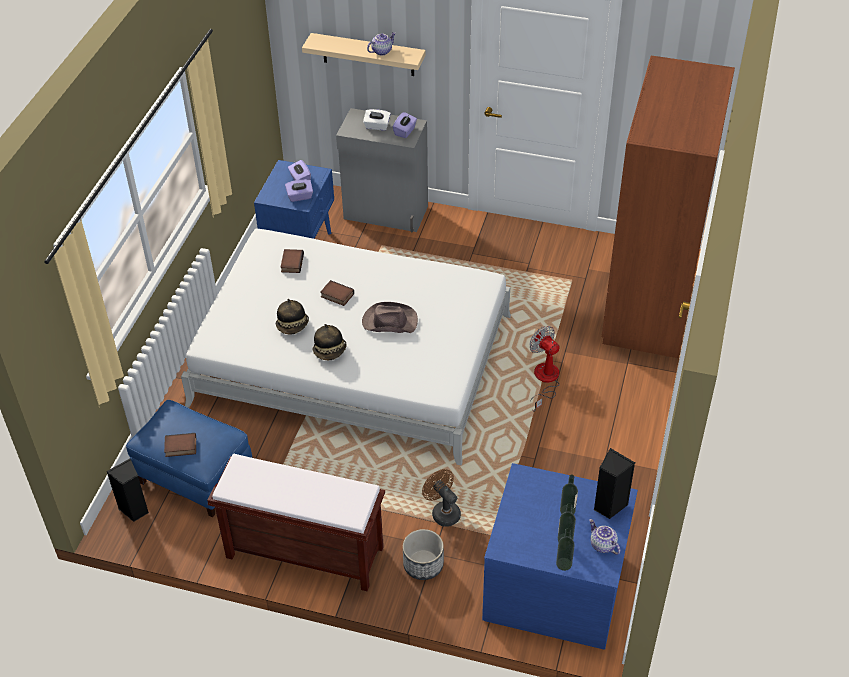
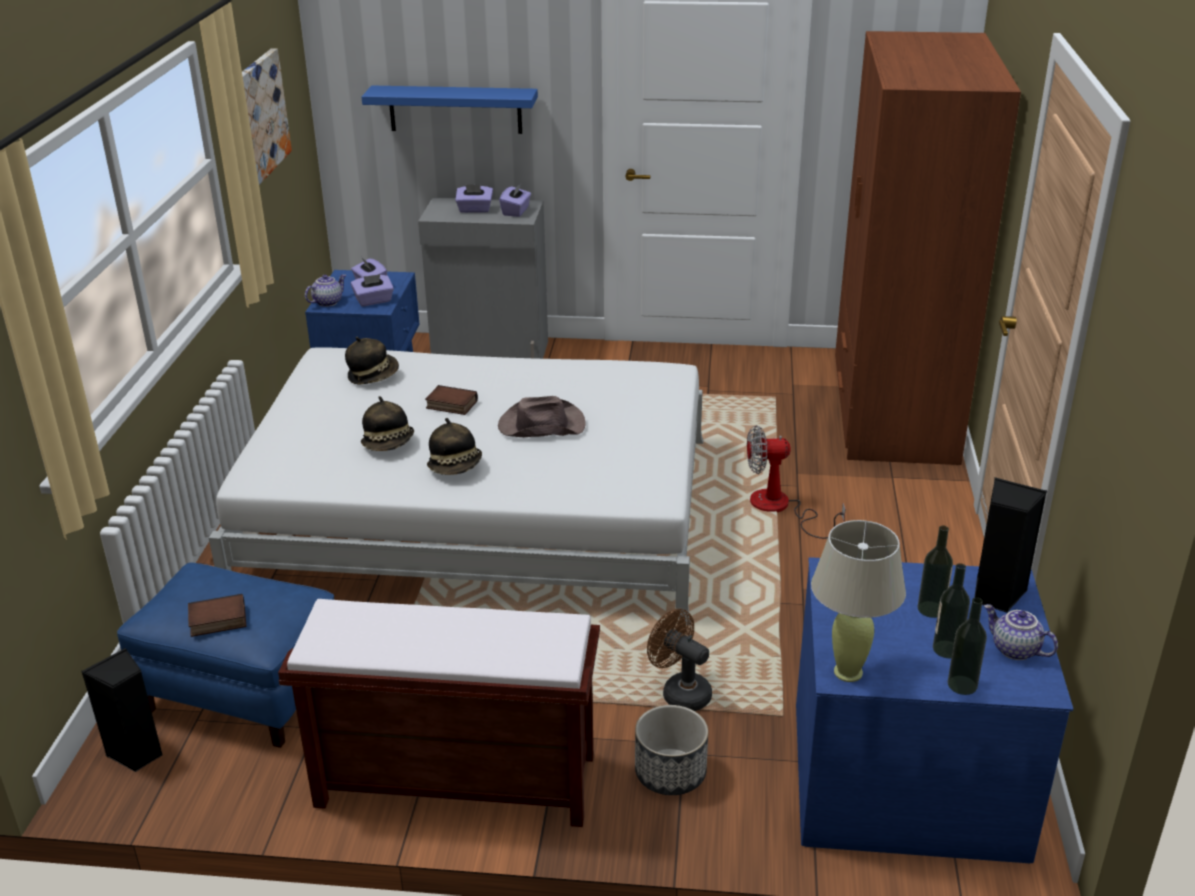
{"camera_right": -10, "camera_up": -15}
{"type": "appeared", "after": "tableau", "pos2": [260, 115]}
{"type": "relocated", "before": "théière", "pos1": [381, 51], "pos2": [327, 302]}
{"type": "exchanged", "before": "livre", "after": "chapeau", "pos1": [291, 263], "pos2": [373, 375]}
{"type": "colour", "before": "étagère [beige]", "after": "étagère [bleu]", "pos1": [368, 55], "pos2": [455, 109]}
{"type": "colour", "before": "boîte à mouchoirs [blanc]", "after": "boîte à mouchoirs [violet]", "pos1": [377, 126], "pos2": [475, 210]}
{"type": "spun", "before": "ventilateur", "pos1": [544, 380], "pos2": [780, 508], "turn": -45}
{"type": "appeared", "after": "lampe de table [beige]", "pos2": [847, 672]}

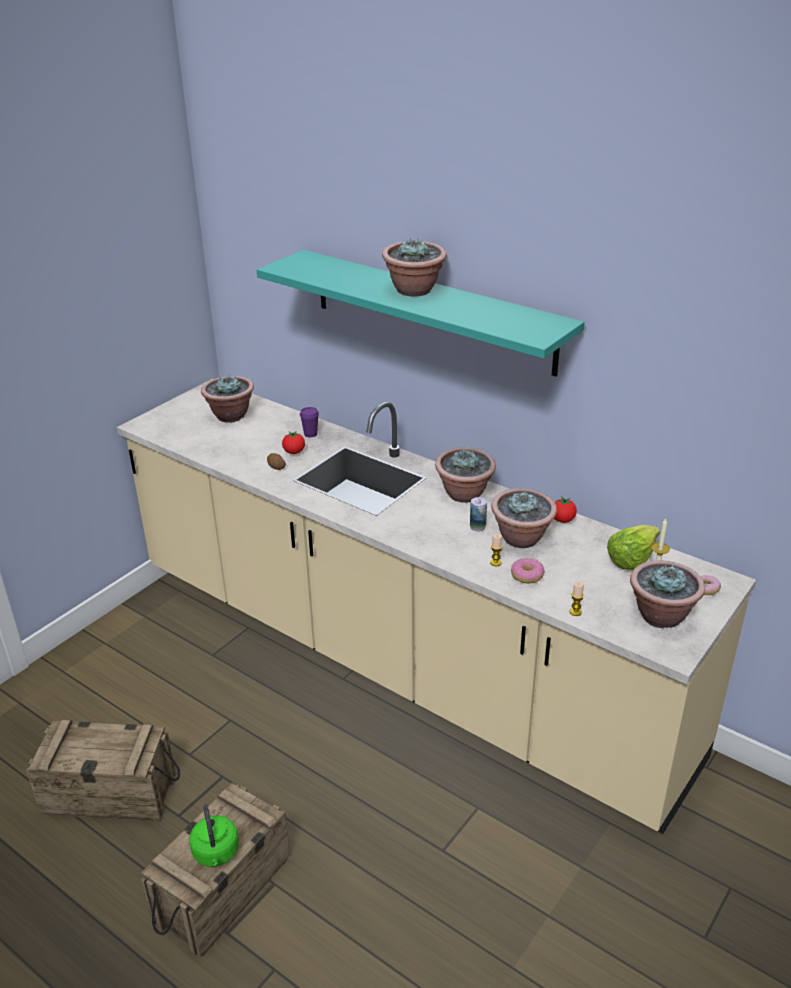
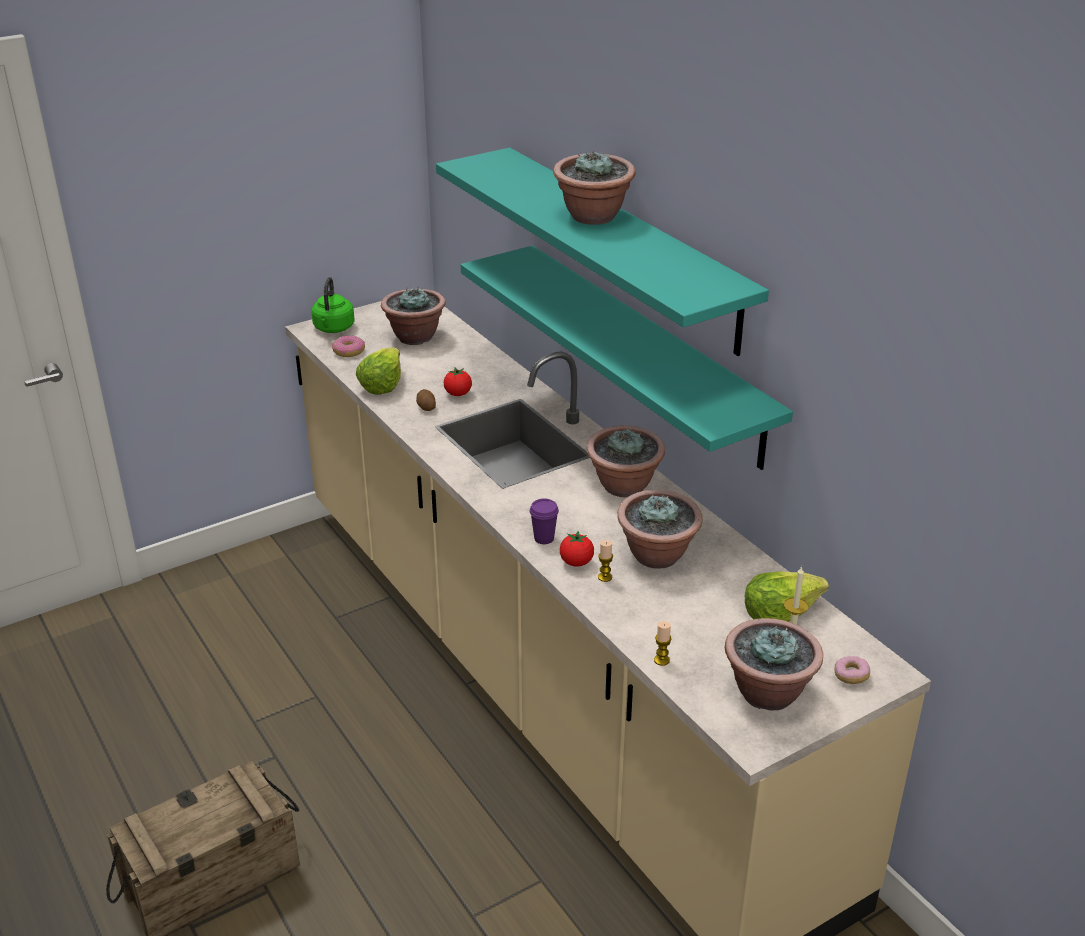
{"camera_right": 20, "camera_up": 0}
{"type": "relocated", "before": "bouilloire [vert]", "pos1": [216, 853], "pos2": [333, 329]}
{"type": "relocated", "before": "beignet", "pos1": [527, 575], "pos2": [348, 351]}
{"type": "appeared", "after": "laitue", "pos2": [382, 385]}
{"type": "appeared", "after": "étagère [turquoise]", "pos2": [646, 352]}
{"type": "relocated", "before": "tasse [violet]", "pos1": [310, 434], "pos2": [544, 538]}
{"type": "relocated", "before": "tomate", "pos1": [562, 520], "pos2": [576, 562]}
{"type": "missing", "before": "caisse", "pos1": [110, 793]}
{"type": "missing", "before": "boîte métallique", "pos1": [477, 527]}

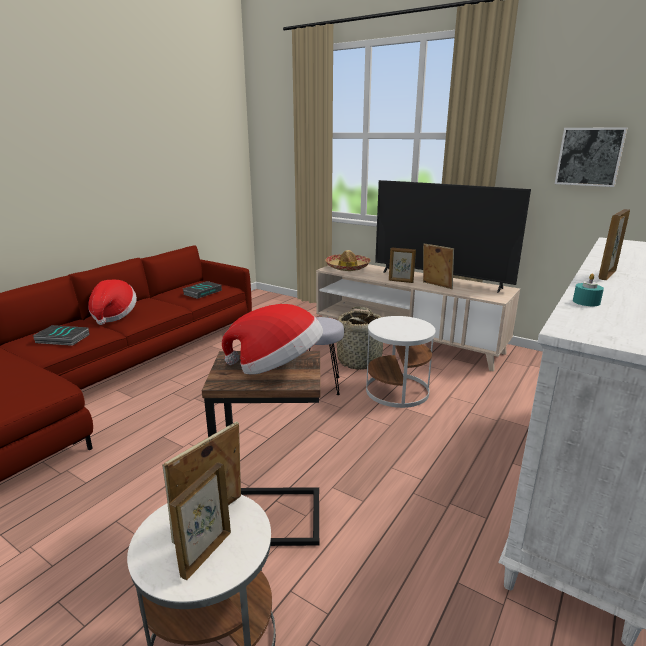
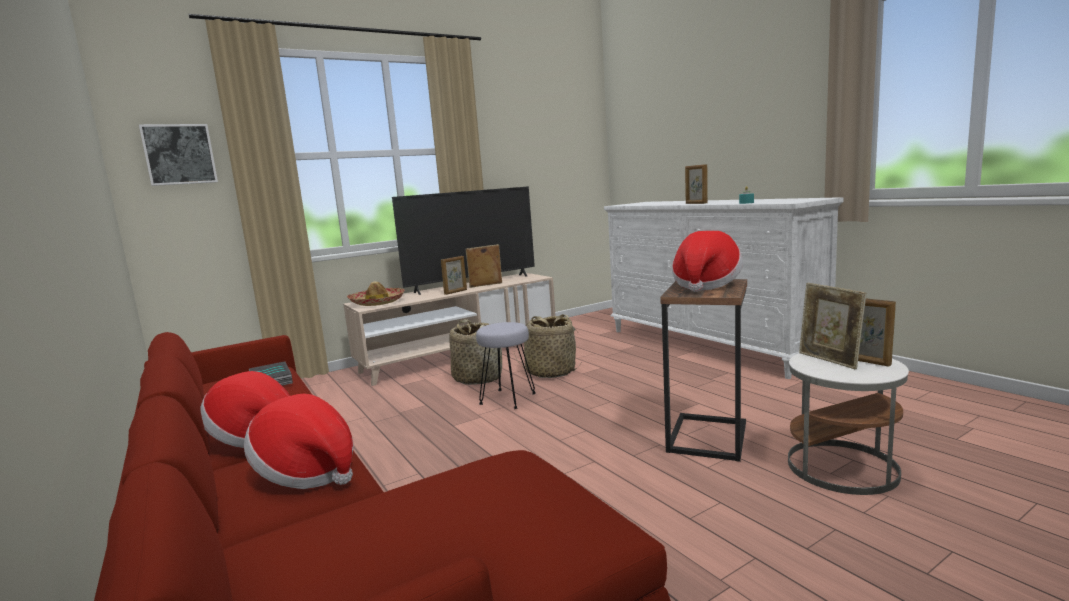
{"camera_right": -65, "camera_up": -10}
{"type": "relocated", "before": "tableau", "pos1": [589, 156], "pos2": [179, 154]}
{"type": "exchanged", "before": "livre", "after": "chapeau", "pos1": [61, 339], "pos2": [307, 472]}
{"type": "exchanged", "before": "table d'appoint [blanc]", "after": "panier", "pos1": [397, 390], "pos2": [550, 372]}

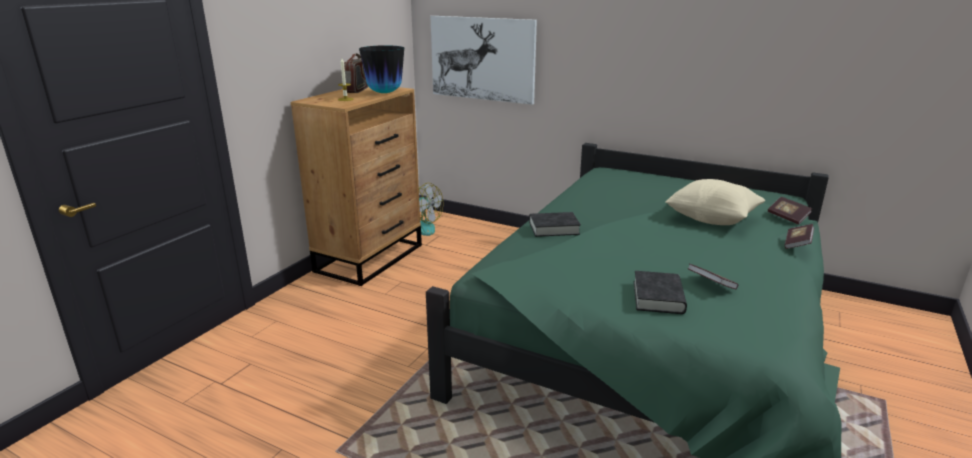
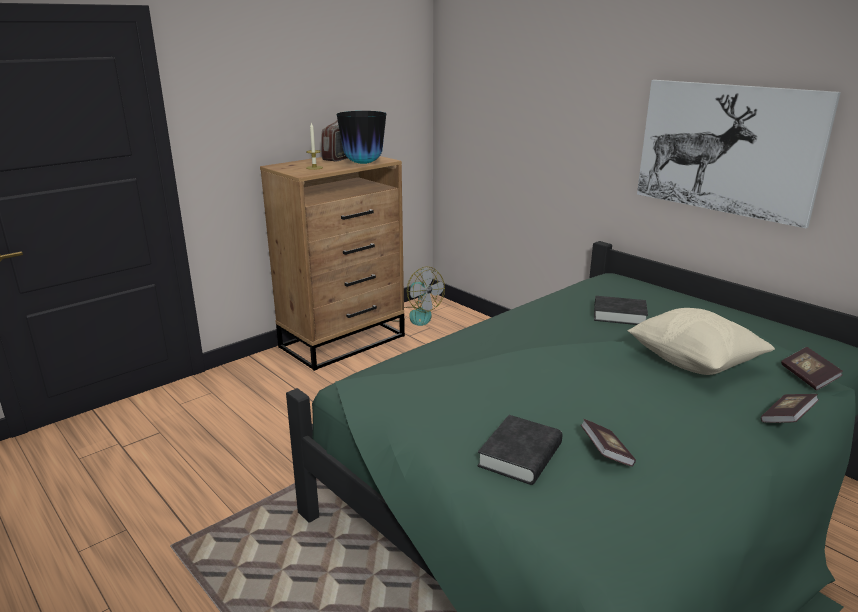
{"camera_right": 20, "camera_up": 0}
{"type": "relocated", "before": "livre [noir]", "pos1": [554, 228], "pos2": [619, 315]}
{"type": "relocated", "before": "tableau", "pos1": [482, 59], "pos2": [727, 149]}

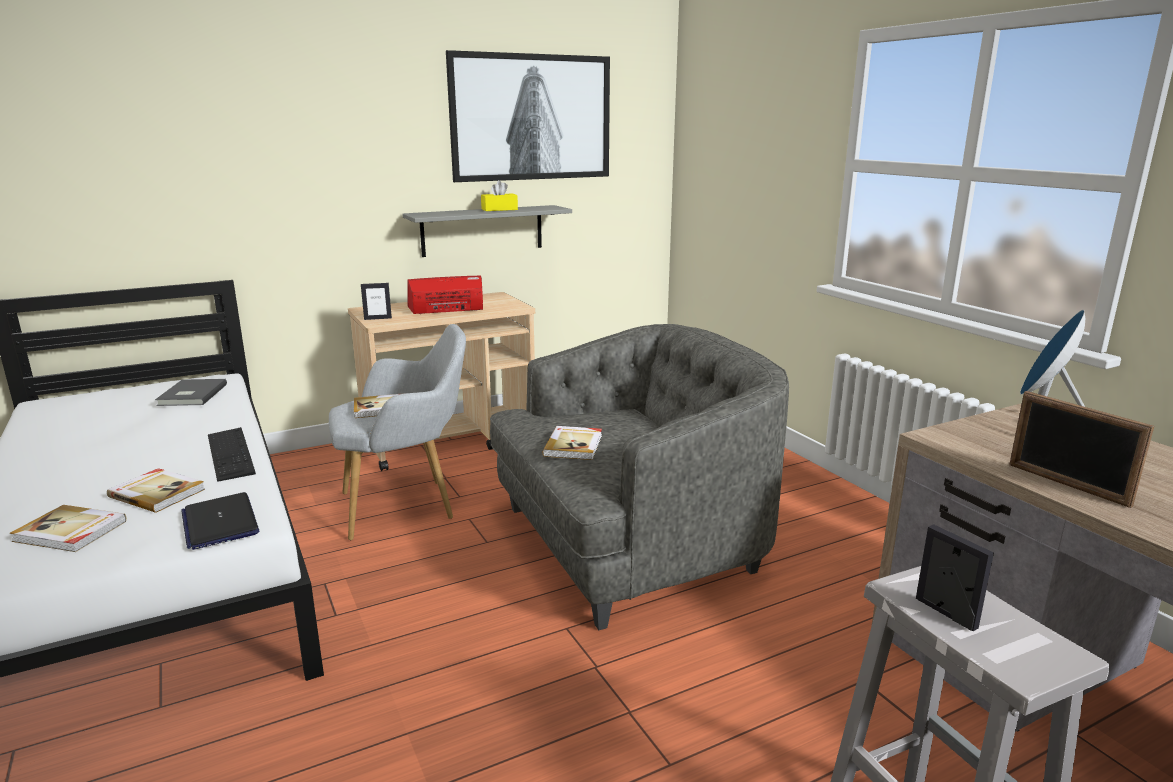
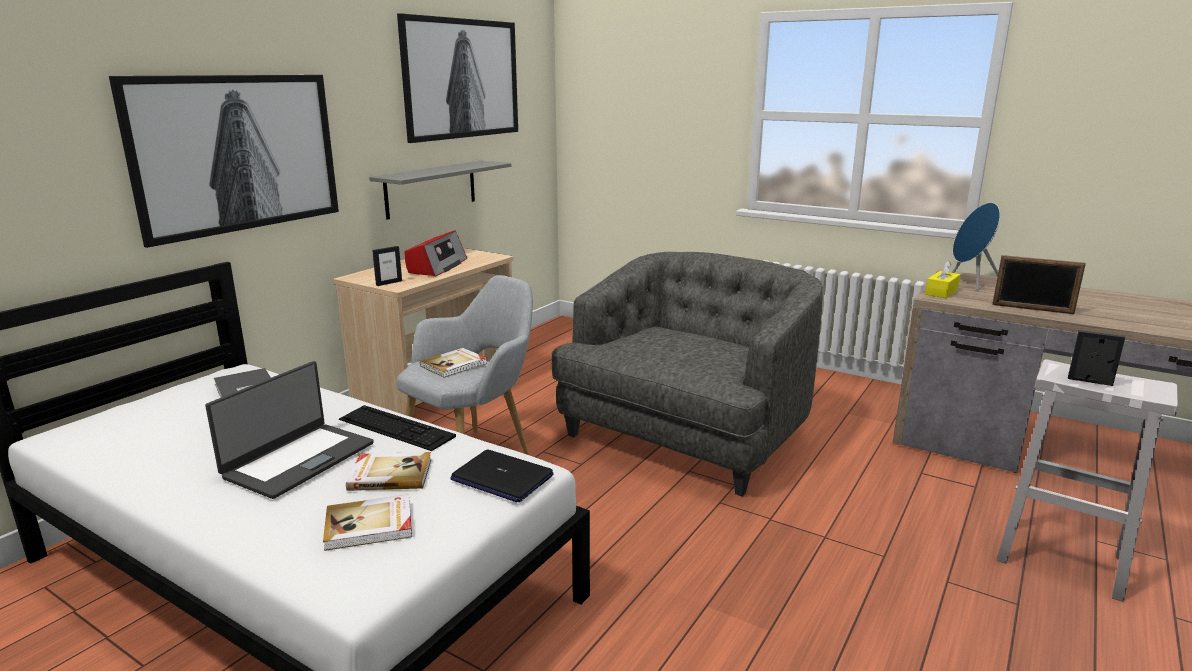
{"camera_right": -30, "camera_up": 0}
{"type": "appeared", "after": "tableau", "pos2": [238, 153]}
{"type": "appeared", "after": "ordinateur portable", "pos2": [298, 459]}
{"type": "spun", "before": "radio", "pos1": [447, 309], "pos2": [436, 266], "turn": 150}
{"type": "relocated", "before": "boîte à mouchoirs [jaune]", "pos1": [499, 209], "pos2": [941, 292]}
{"type": "missing", "before": "livre", "pos1": [574, 445]}

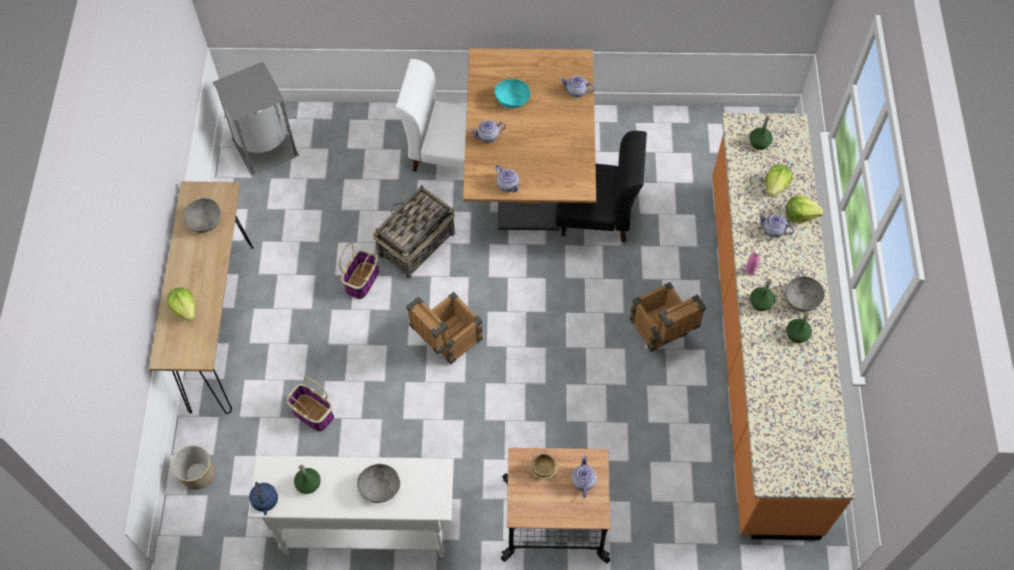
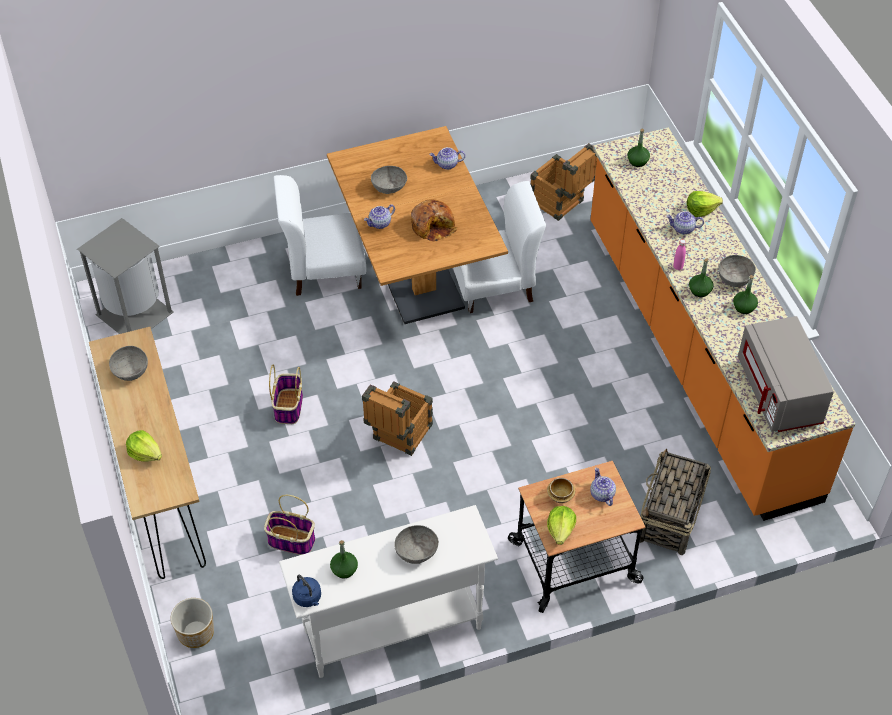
{"camera_right": -20, "camera_up": -10}
{"type": "colour", "before": "bol [turquoise]", "after": "bol [gris]", "pos1": [512, 100], "pos2": [389, 187]}
{"type": "appeared", "after": "pain", "pos2": [433, 225]}
{"type": "colour", "before": "chaise [noir]", "after": "chaise [blanc]", "pos1": [596, 215], "pos2": [494, 286]}
{"type": "relocated", "before": "caisse", "pos1": [661, 332], "pos2": [561, 205]}
{"type": "relocated", "before": "laitue", "pos1": [776, 186], "pos2": [561, 530]}
{"type": "relocated", "before": "panier", "pos1": [416, 245], "pos2": [669, 517]}
{"type": "appeared", "after": "micro-ondes [gris]", "pos2": [780, 393]}
{"type": "missing", "before": "théière", "pos1": [508, 185]}

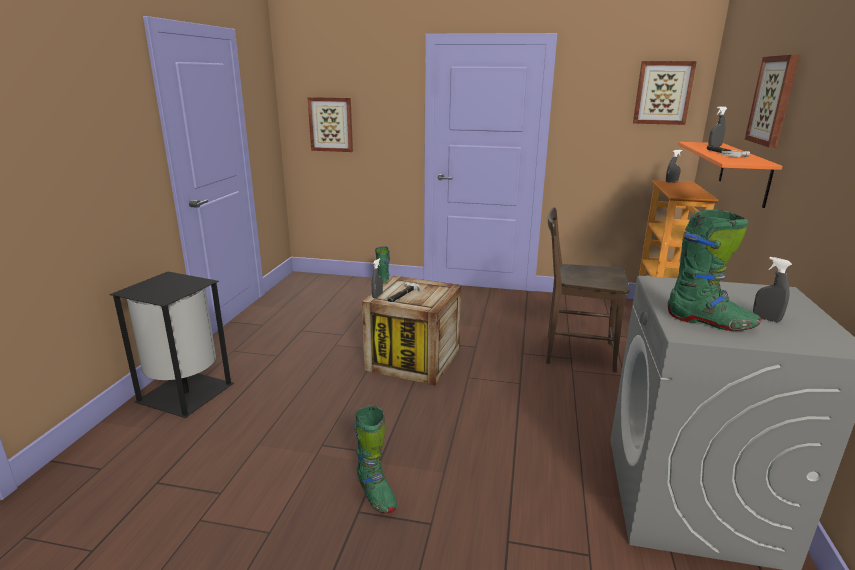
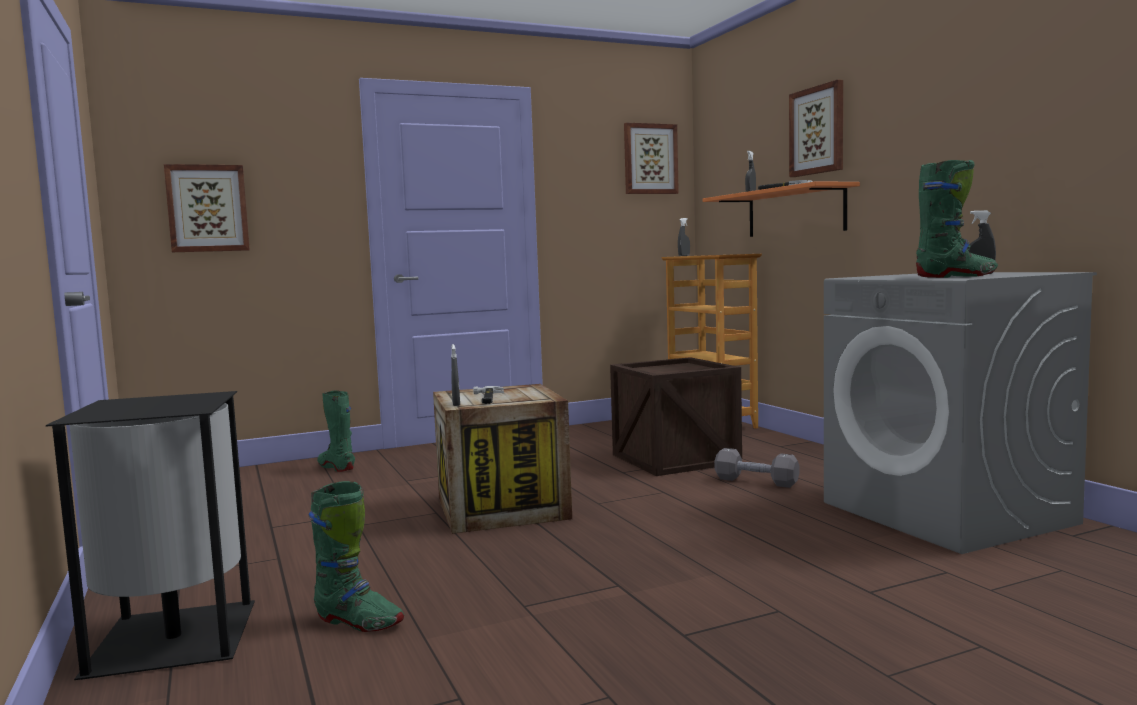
{"camera_right": -35, "camera_up": -15}
{"type": "relocated", "before": "botte [vert]", "pos1": [376, 494], "pos2": [358, 622]}
{"type": "exchanged", "before": "chaise [marron]", "after": "caisse", "pos1": [574, 352], "pos2": [675, 459]}
{"type": "appeared", "after": "haltère [gris]", "pos2": [756, 481]}

